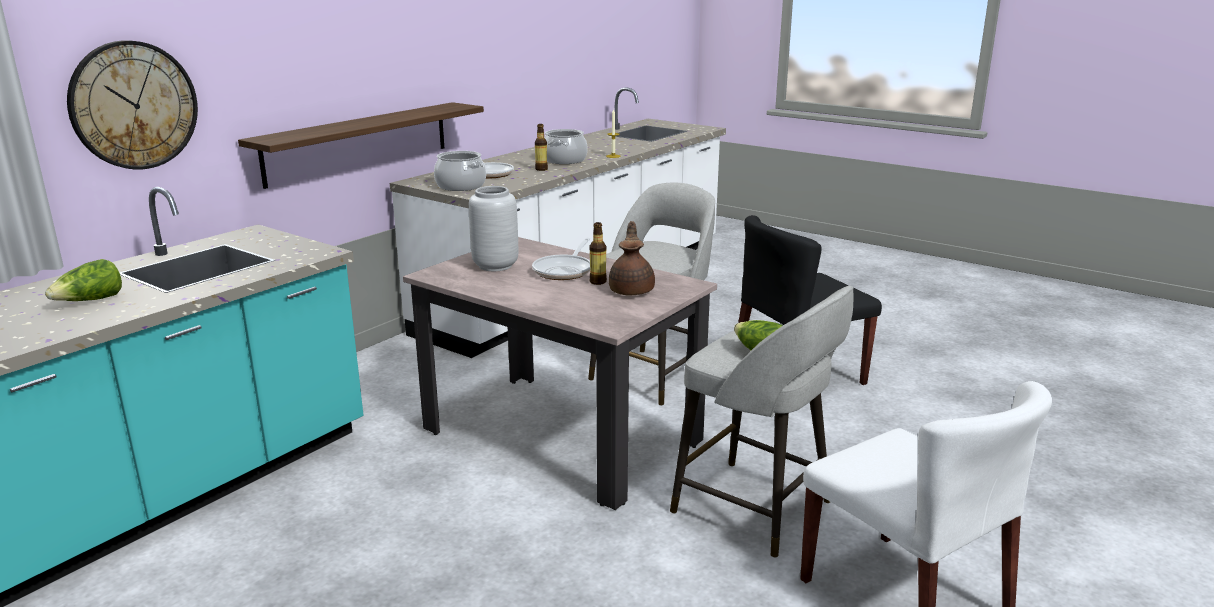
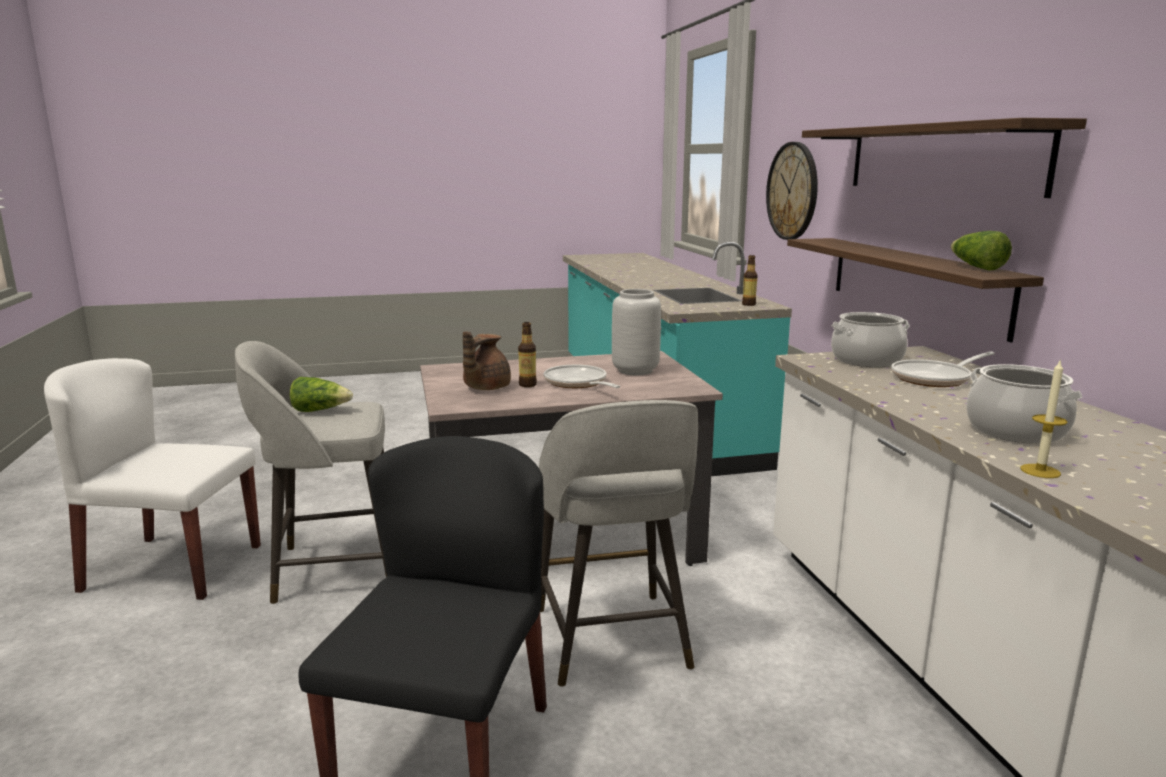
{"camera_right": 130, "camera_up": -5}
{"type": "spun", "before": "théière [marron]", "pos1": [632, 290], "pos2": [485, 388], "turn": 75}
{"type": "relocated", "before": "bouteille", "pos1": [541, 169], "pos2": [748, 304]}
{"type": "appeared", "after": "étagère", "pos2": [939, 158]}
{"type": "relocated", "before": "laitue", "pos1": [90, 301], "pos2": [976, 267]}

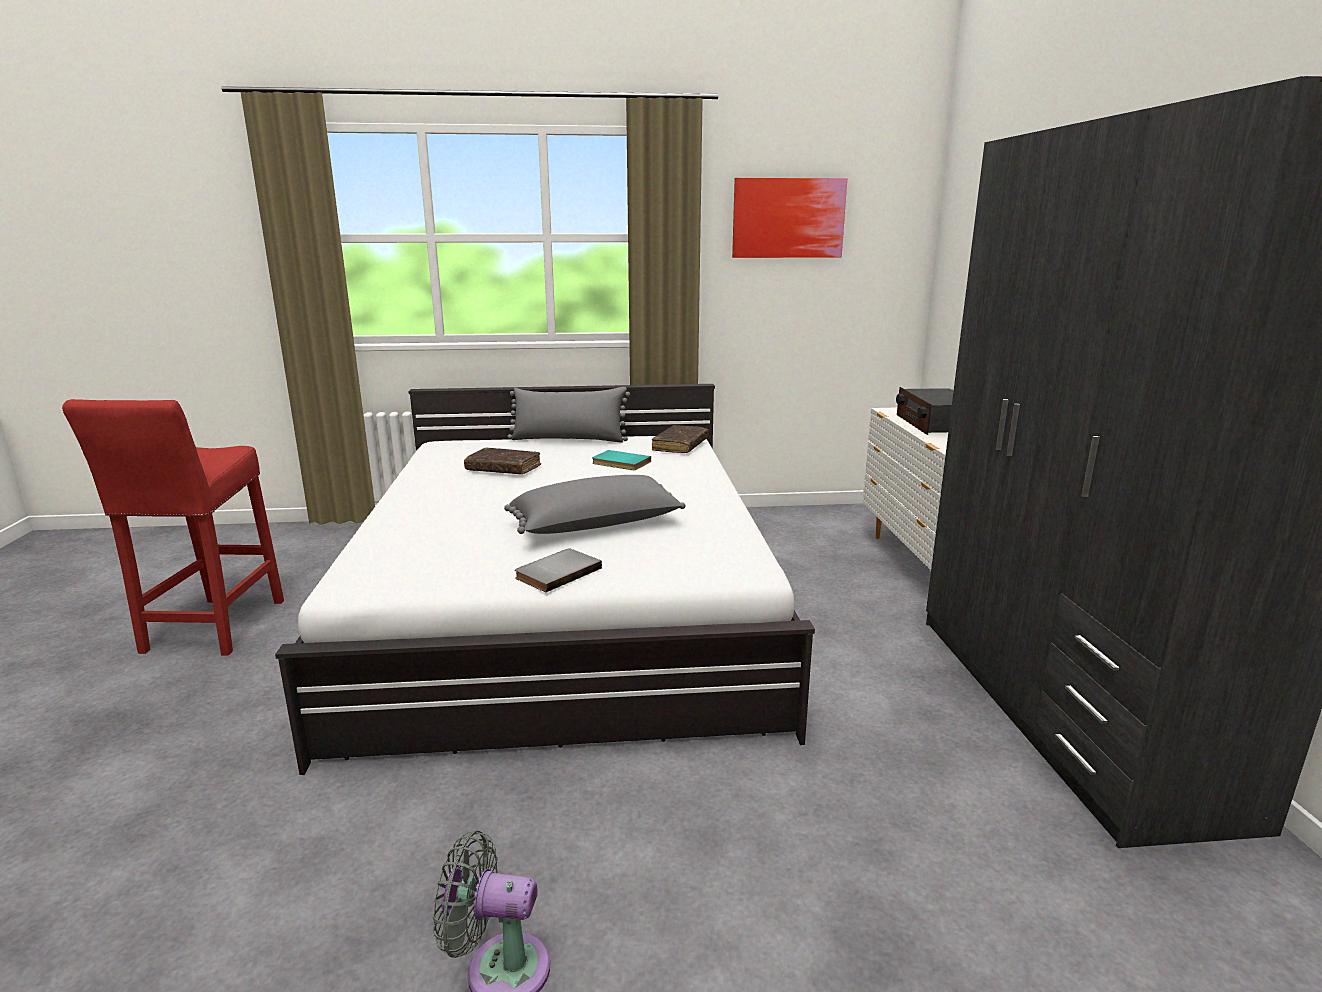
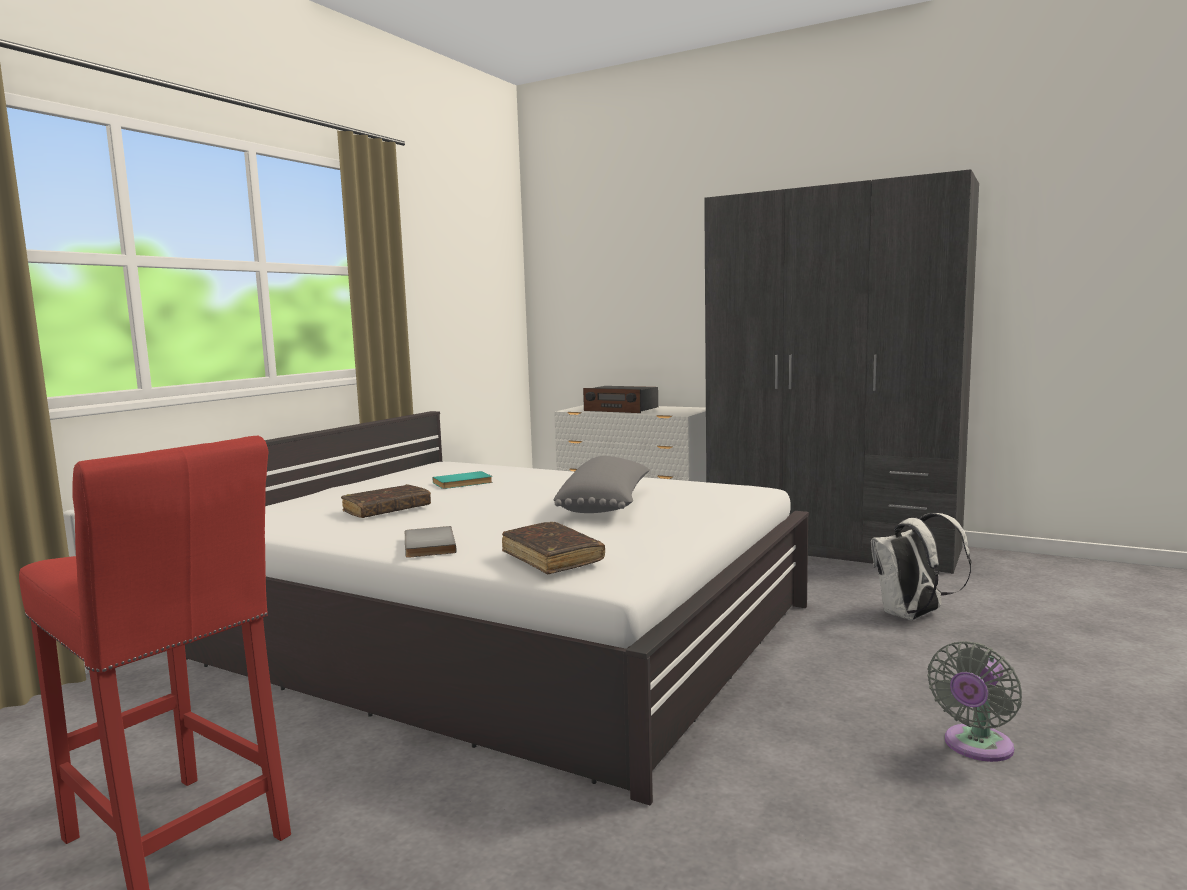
{"camera_right": -55, "camera_up": -10}
{"type": "relocated", "before": "livre [gris]", "pos1": [556, 572], "pos2": [427, 545]}
{"type": "relocated", "before": "livre [marron]", "pos1": [680, 446], "pos2": [552, 558]}
{"type": "appeared", "after": "sac à dos [blanc]", "pos2": [913, 616]}
{"type": "missing", "before": "coussin [gris]", "pos1": [569, 439]}
{"type": "missing", "before": "tableau", "pos1": [788, 218]}

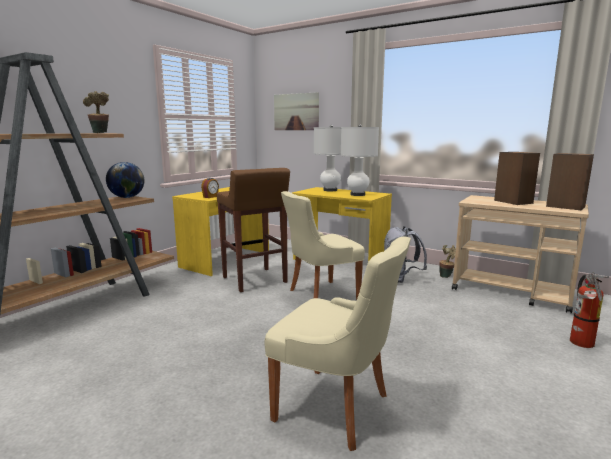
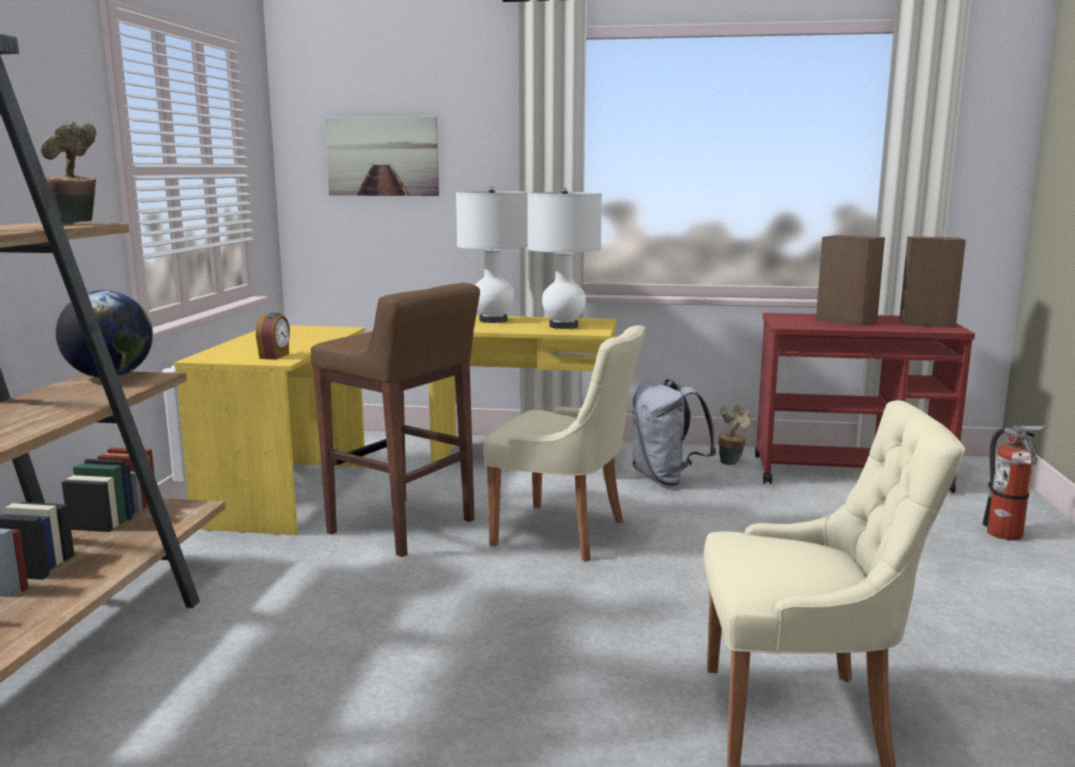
{"camera_right": -25, "camera_up": 0}
{"type": "spun", "before": "chaise [beige]", "pos1": [321, 295], "pos2": [564, 533], "turn": -105}
{"type": "colour", "before": "chariot [beige]", "after": "chariot [rouge]", "pos1": [512, 292], "pos2": [850, 474]}

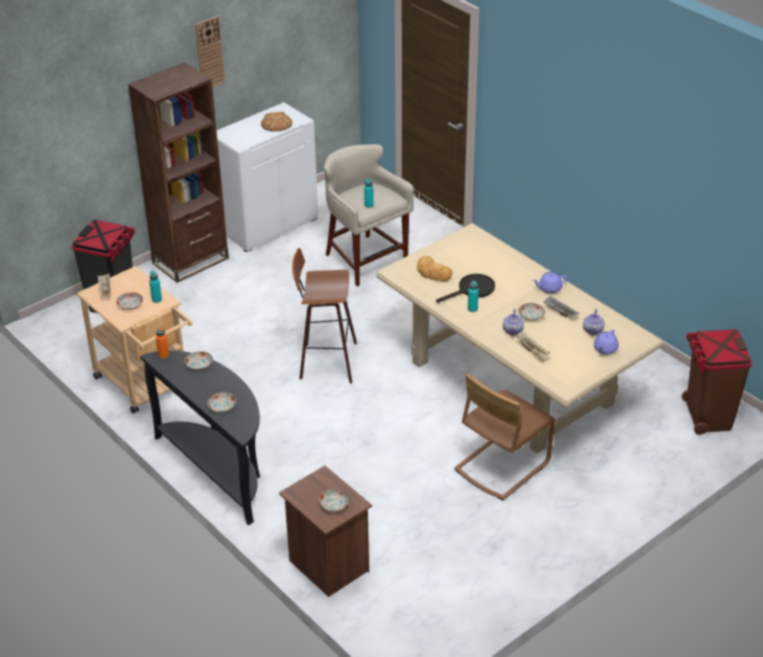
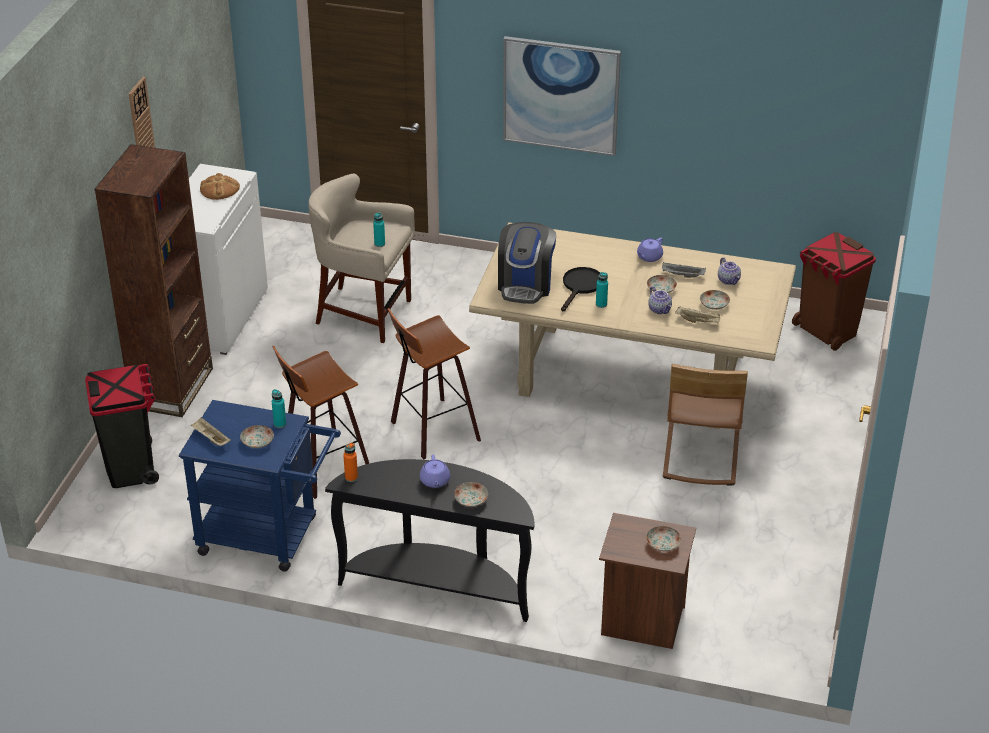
{"camera_right": -35, "camera_up": 0}
{"type": "colour", "before": "chariot [beige]", "after": "chariot [bleu]", "pos1": [146, 386], "pos2": [268, 537]}
{"type": "appeared", "after": "tabouret", "pos2": [323, 468]}
{"type": "relocated", "before": "théière [violet]", "pos1": [605, 349], "pos2": [435, 481]}
{"type": "exchanged", "before": "pain", "after": "machine à café", "pos1": [433, 272], "pos2": [525, 285]}
{"type": "appeared", "after": "tableau", "pos2": [561, 95]}
{"type": "relocated", "before": "assiette", "pos1": [199, 365], "pos2": [714, 305]}

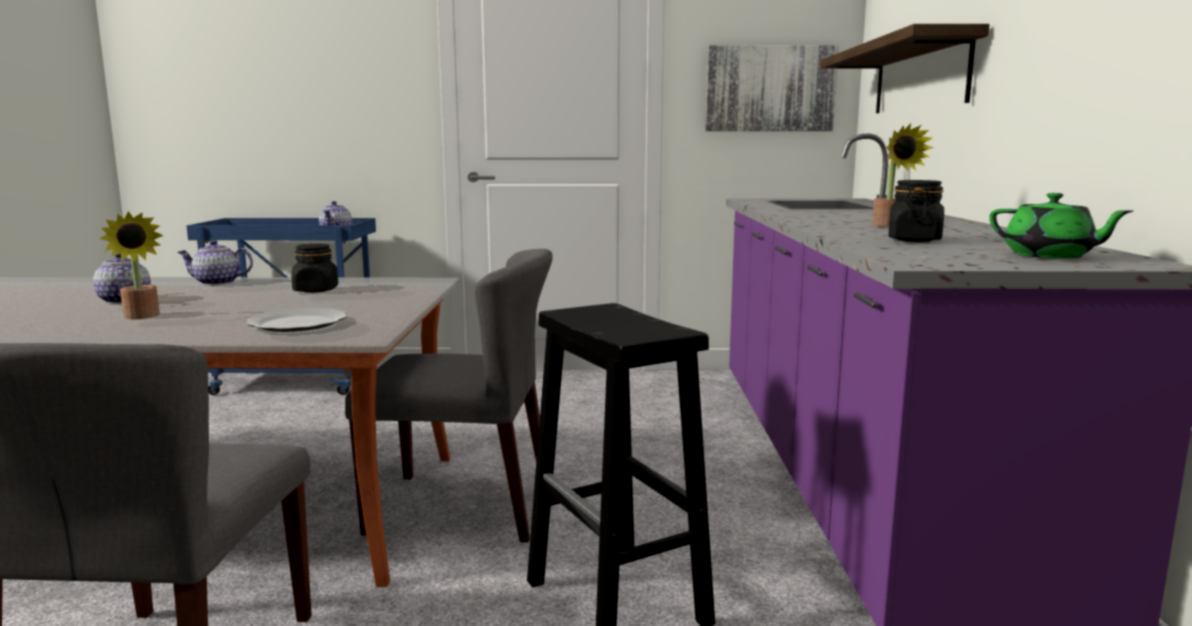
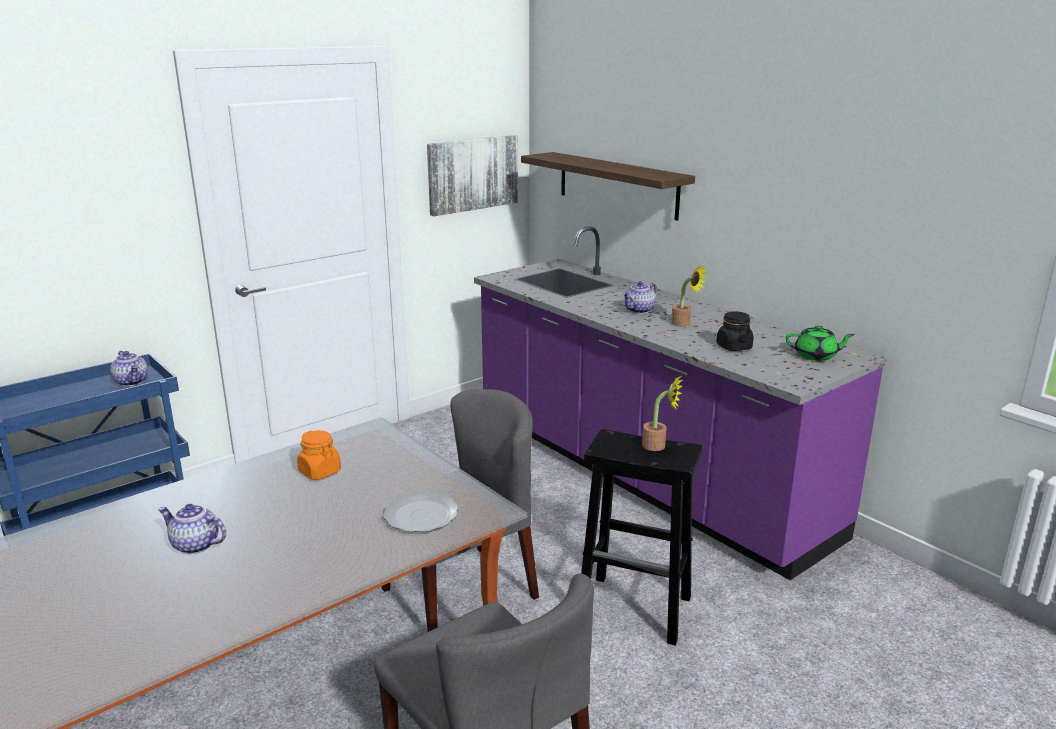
{"camera_right": -40, "camera_up": 10}
{"type": "colour", "before": "bocal [noir]", "after": "bocal [orange]", "pos1": [316, 290], "pos2": [320, 472]}
{"type": "relocated", "before": "théière", "pos1": [216, 283], "pos2": [639, 310]}
{"type": "relocated", "before": "plante en pot", "pos1": [142, 317], "pos2": [658, 446]}

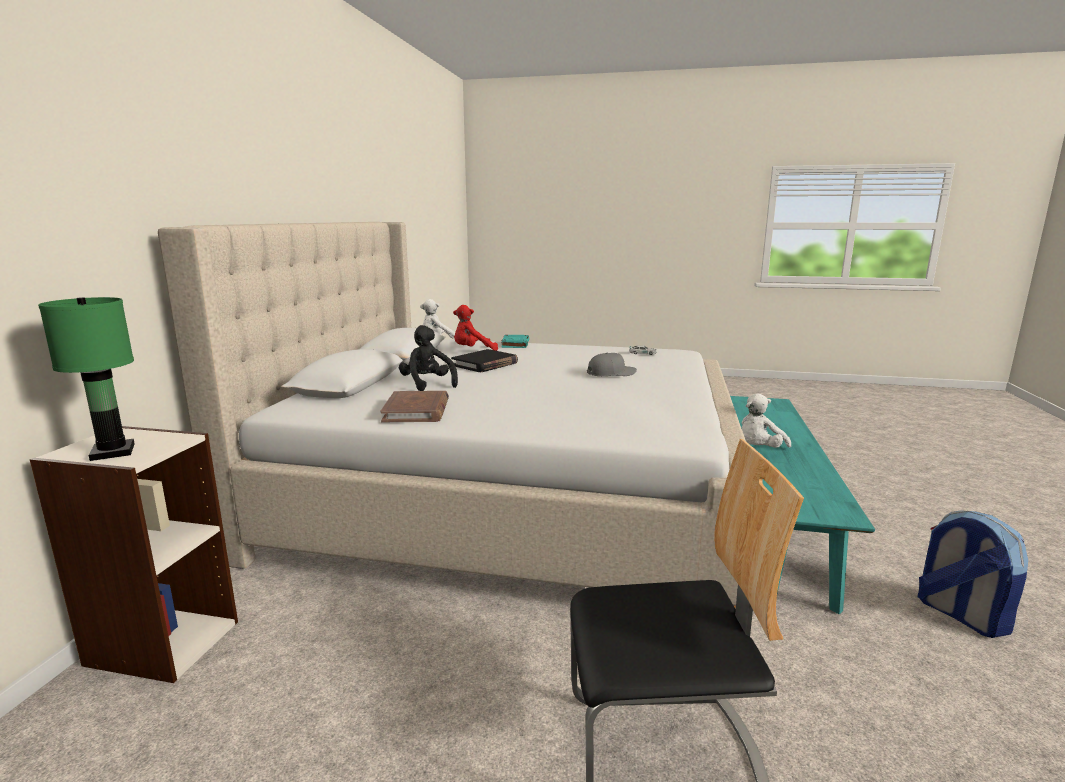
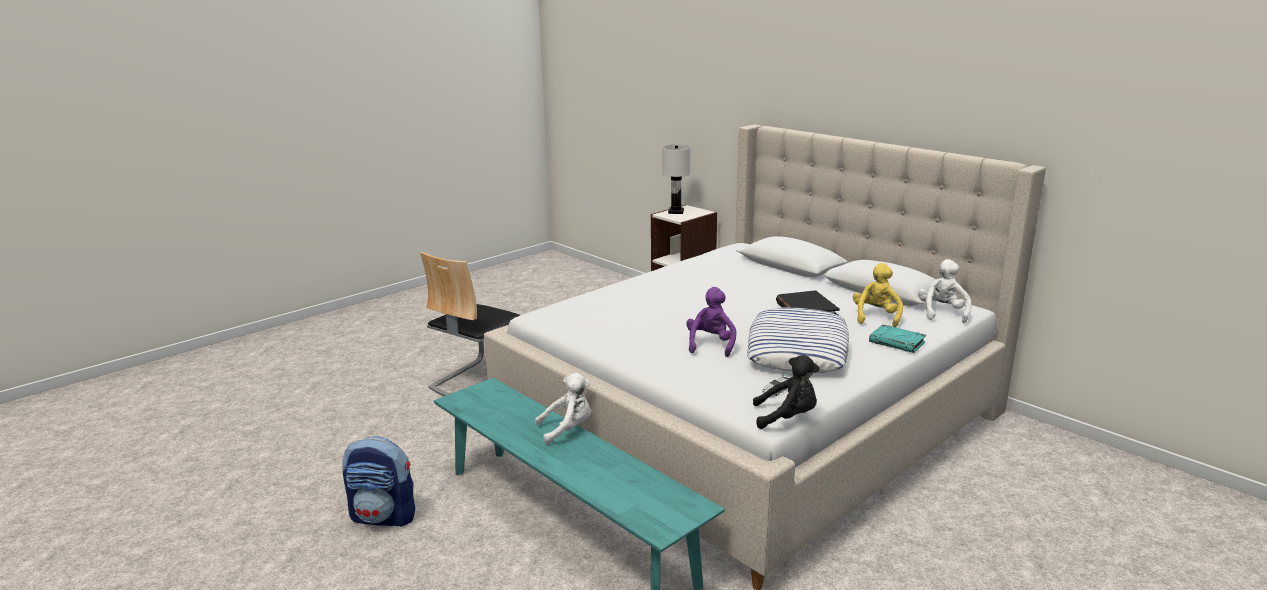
{"camera_right": 125, "camera_up": 5}
{"type": "spun", "before": "peluche [blanc]", "pos1": [759, 449], "pos2": [567, 429], "turn": 75}
{"type": "colour", "before": "lampe de table [vert]", "after": "lampe de table [blanc]", "pos1": [112, 452], "pos2": [676, 211]}
{"type": "exchanged", "before": "casquette [gris]", "after": "peluche [violet]", "pos1": [611, 373], "pos2": [711, 345]}
{"type": "appeared", "after": "coussin", "pos2": [797, 349]}
{"type": "relocated", "before": "peluche [noir]", "pos1": [427, 384], "pos2": [787, 417]}
{"type": "colour", "before": "peluche [rouge]", "after": "peluche [jaune]", "pos1": [473, 351], "pos2": [876, 317]}
{"type": "missing", "before": "livre [marron]", "pos1": [417, 411]}

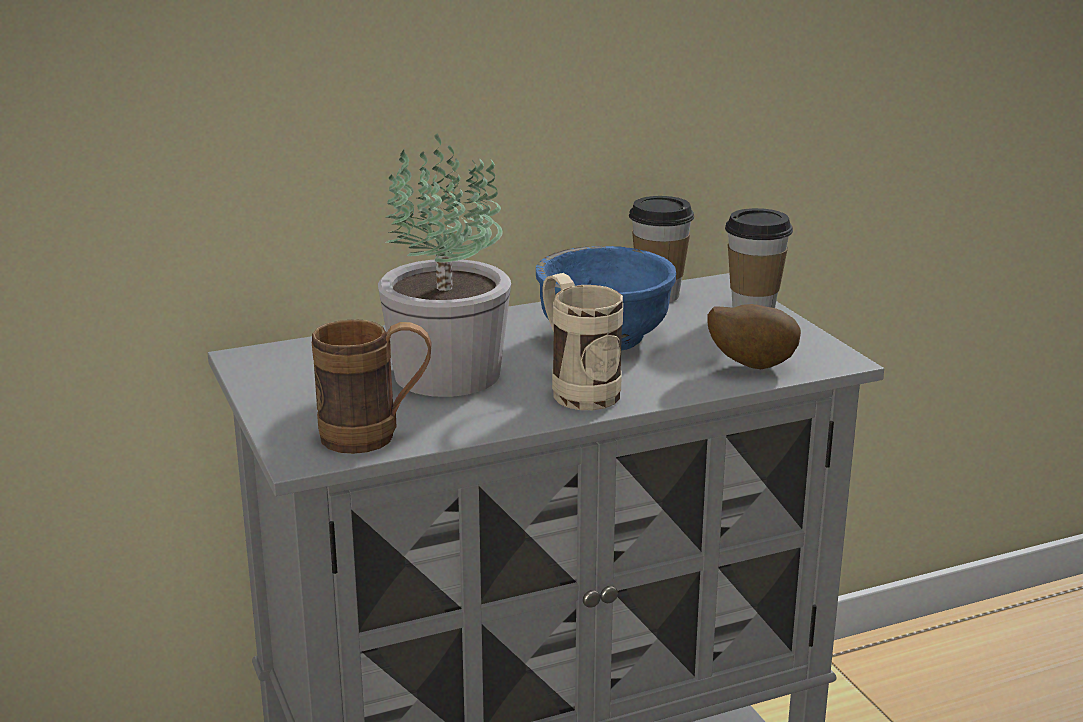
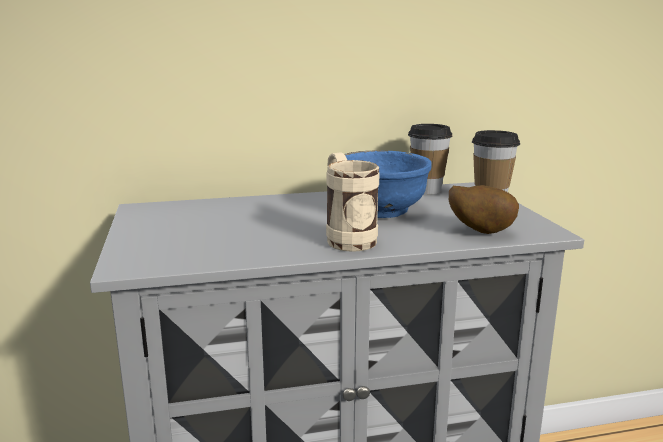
{"camera_right": 10, "camera_up": -5}
{"type": "missing", "before": "mug [marron]", "pos1": [376, 437]}
{"type": "missing", "before": "plante en pot", "pos1": [445, 374]}

